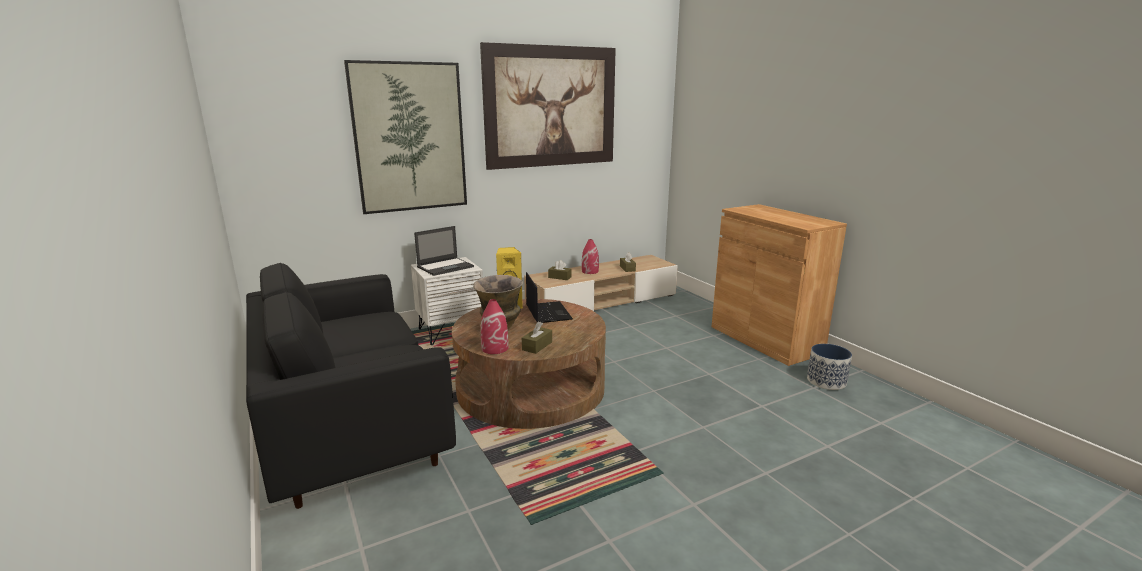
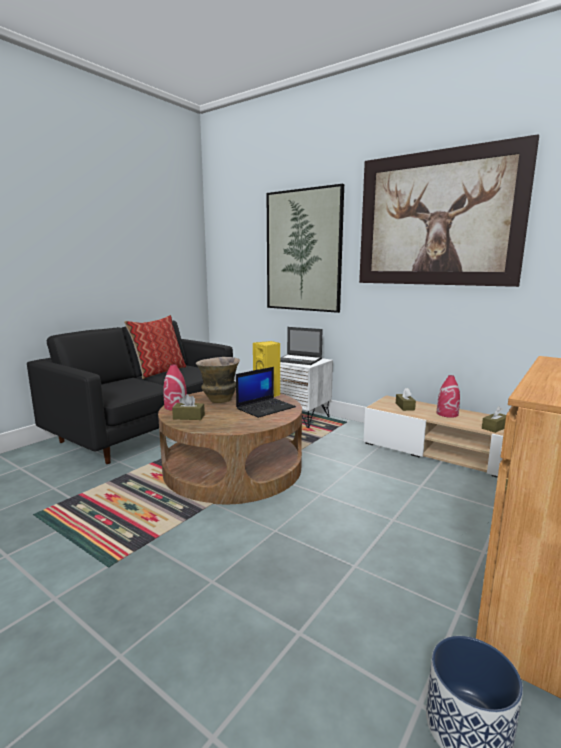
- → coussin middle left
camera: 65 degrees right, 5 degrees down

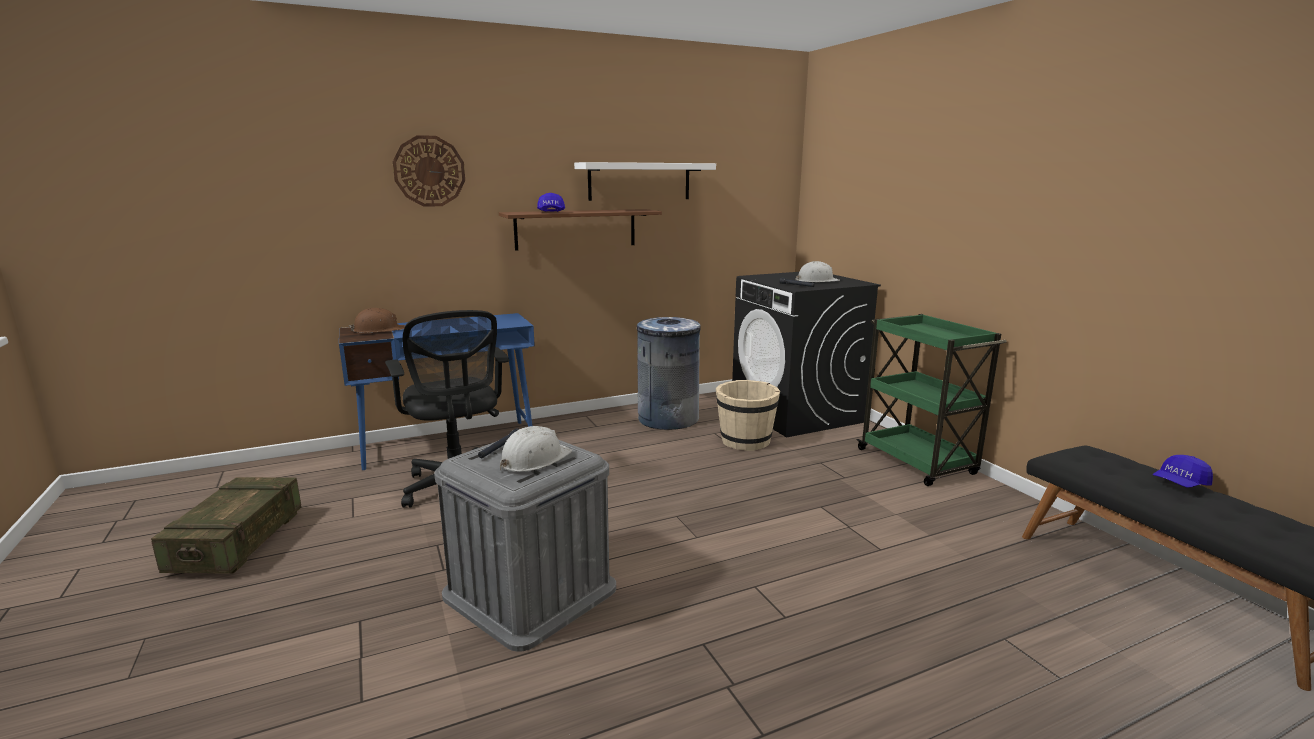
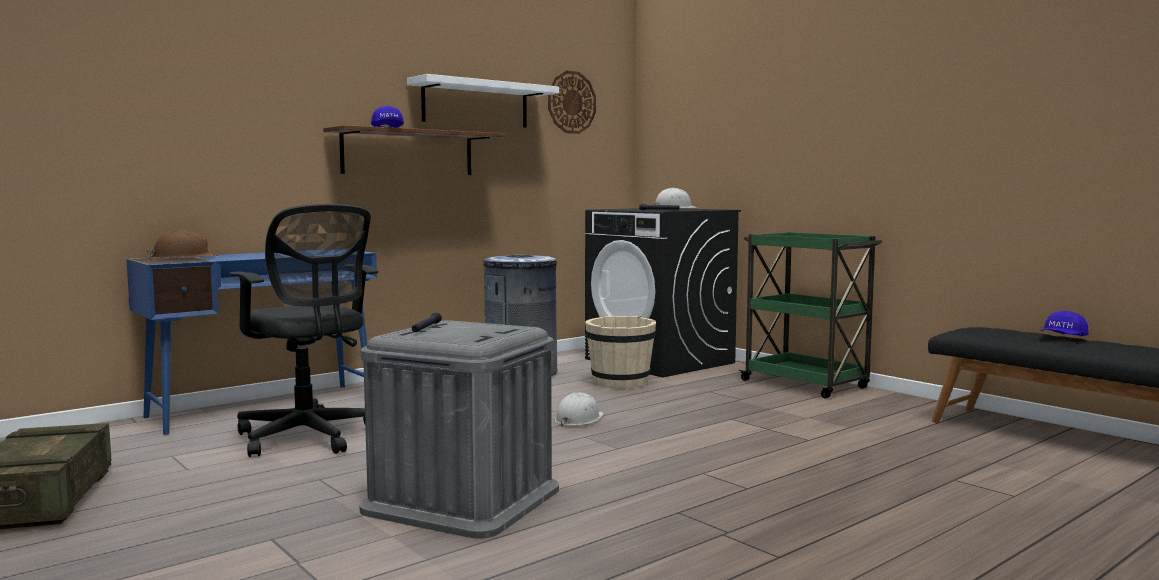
horloge murale top left → horloge murale top centre, shifted
casque de chantier/blanc (no. 1 from left) centre → casque de chantier/blanc (no. 1 from left) bottom centre, shifted
camera: 15 degrees left, 10 degrees down

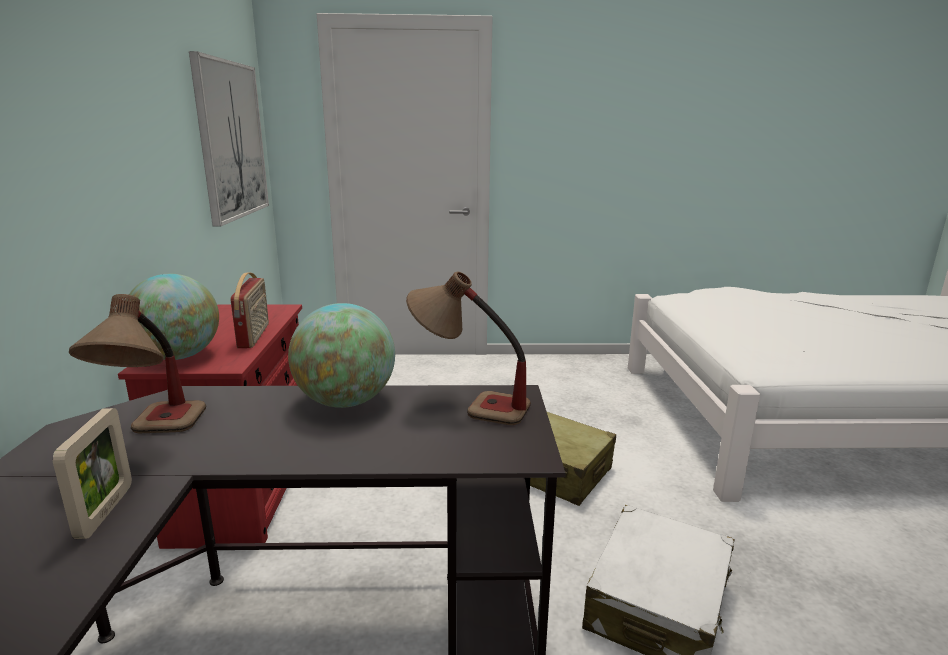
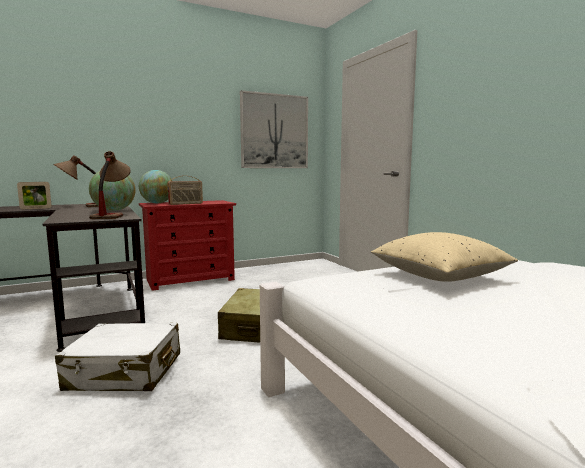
- → coussin/beige middle right
camera: 65 degrees right, 10 degrees down

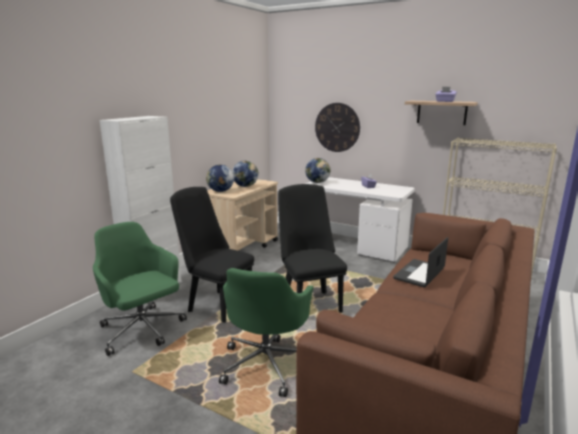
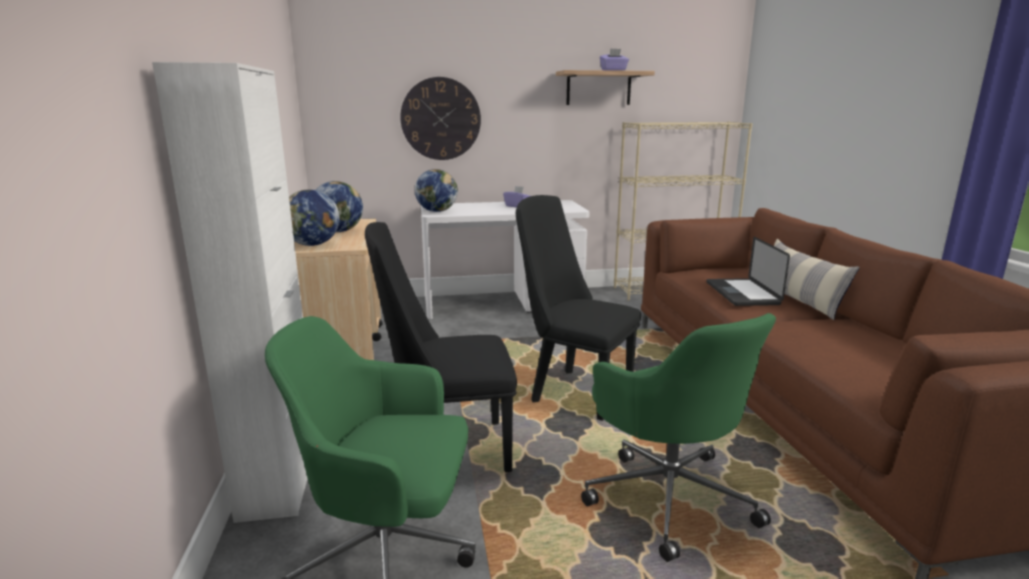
- → coussin middle right
camera: 40 degrees left, 0 degrees up

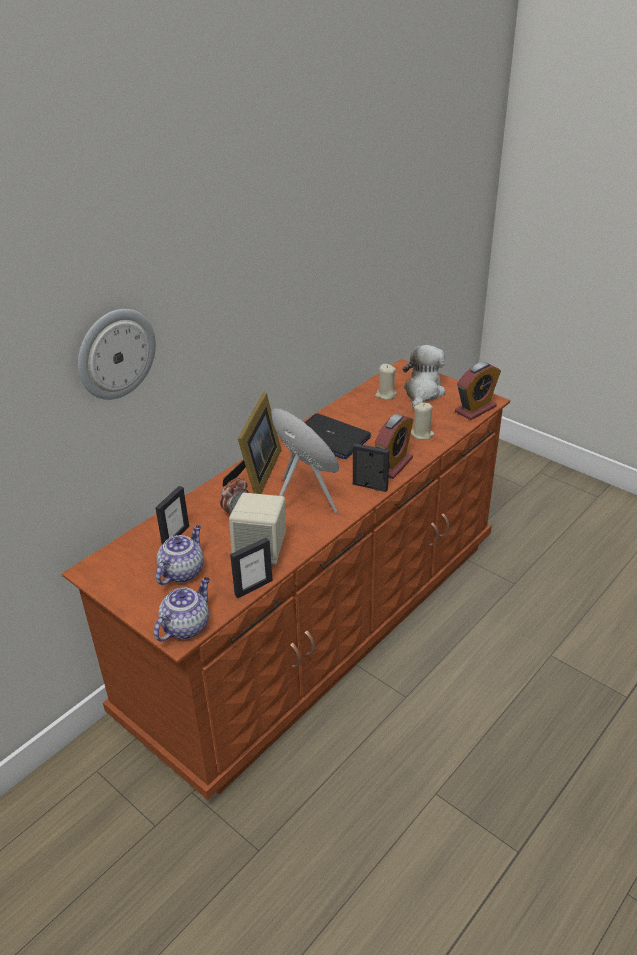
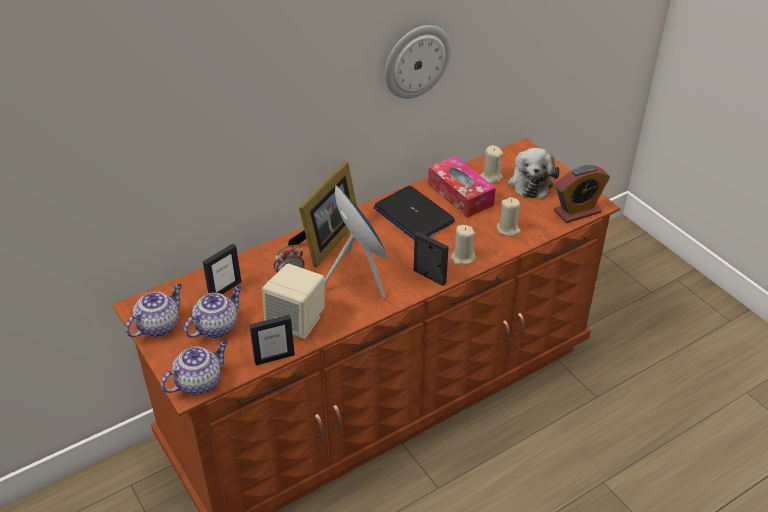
- → théière (no. 1 from left) middle left
- → boîte à mouchoirs centre
horloge murale middle left → horloge murale top centre, shifted
réveil (no. 2 from left) centre → bougie/beige (no. 1 from left) centre
peluche centre → peluche middle right, 150 degrees clockwise
camera: 15 degrees right, 5 degrees up

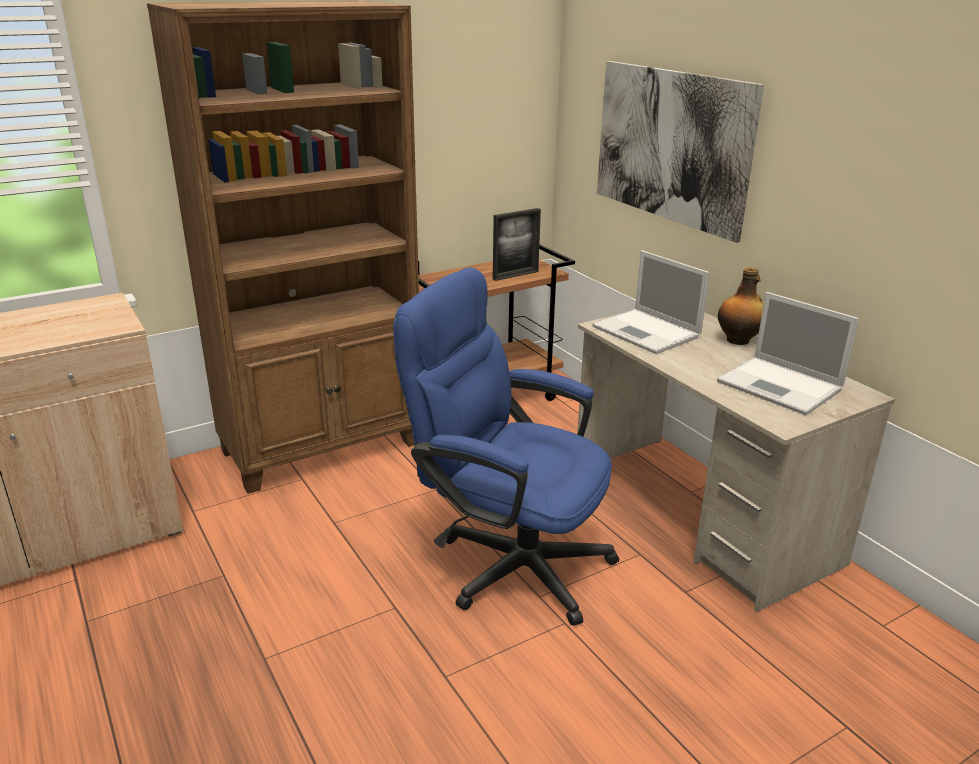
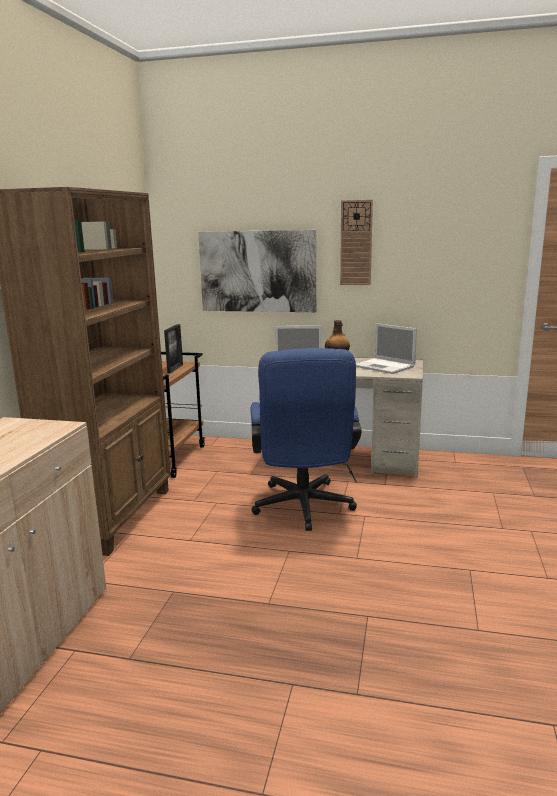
- → horloge murale top centre
chaise de bureau/bleu centre, 75 degrees counterclockwise
ordinateur portable (no. 2 from left) middle right, 45 degrees clockwise
camera: 45 degrees left, 10 degrees down

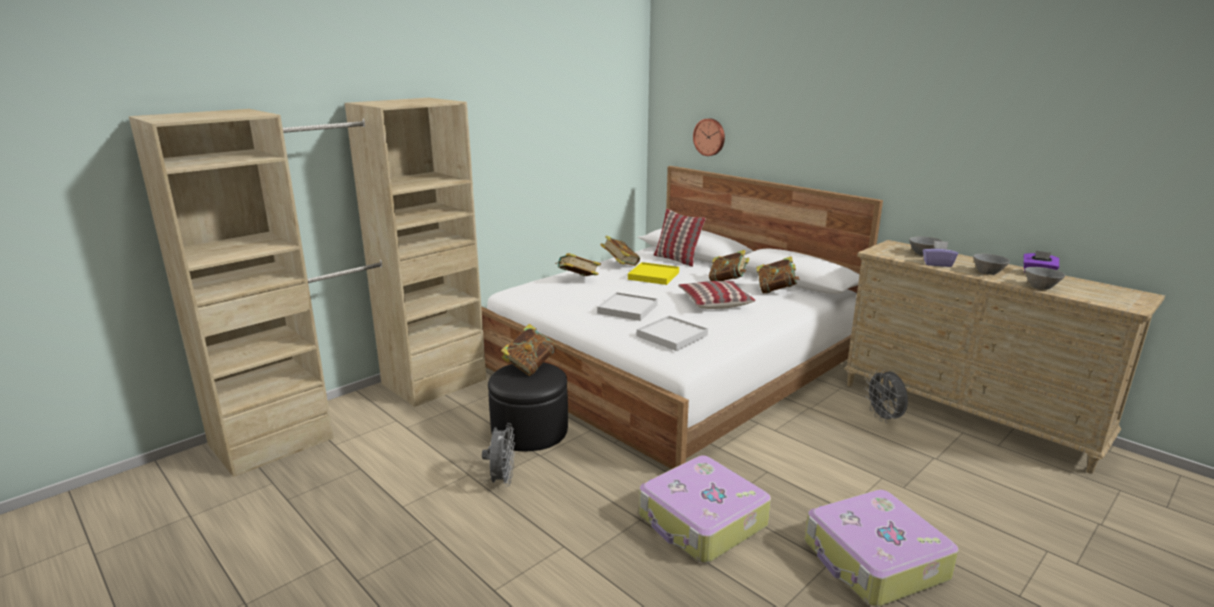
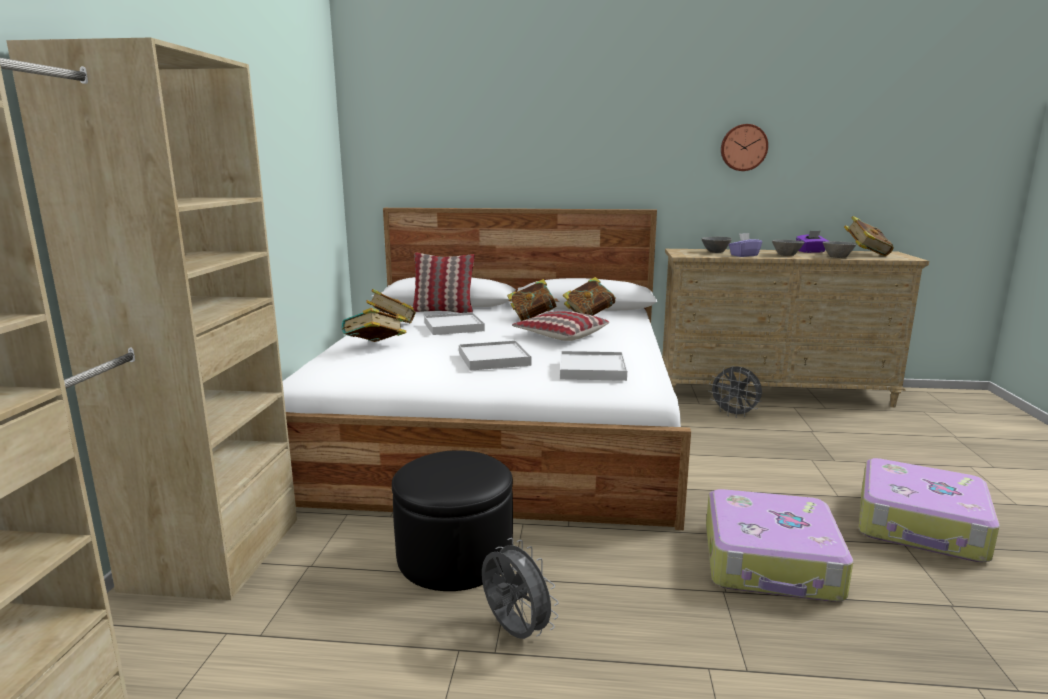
livre (no. 1 from left in the first image) centre → livre (no. 5 from left) middle right, shifted
horloge murale top centre → horloge murale top right, shifted
plateau/jaune centre → plateau/blanc (no. 1 from left) centre
camera: 40 degrees left, 5 degrees down

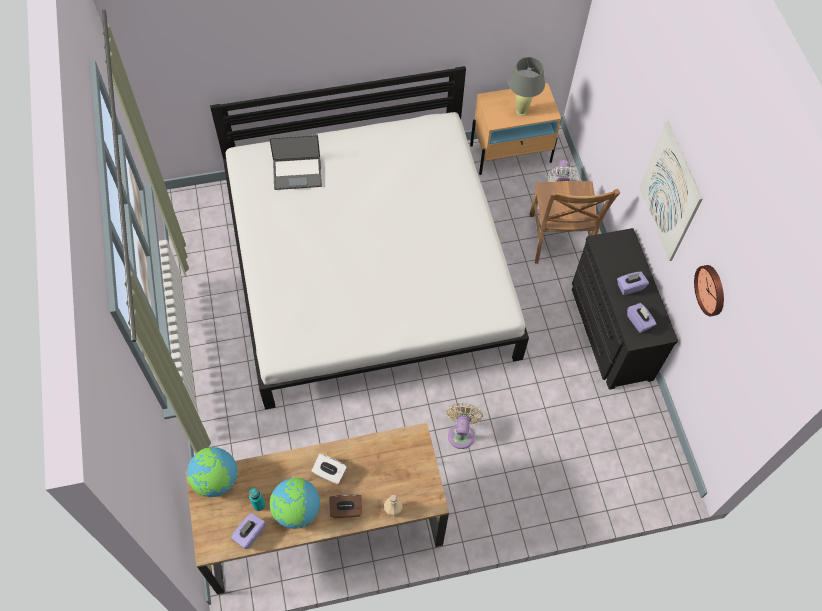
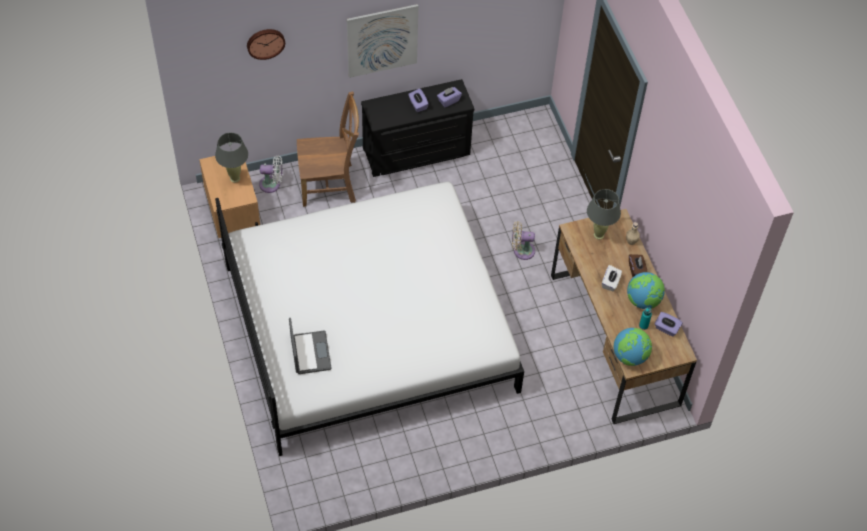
- → lampe de table/gris (no. 2 from left) middle right
horloge murale middle right → horloge murale top left, shifted
camera: 95 degrees left, 5 degrees down

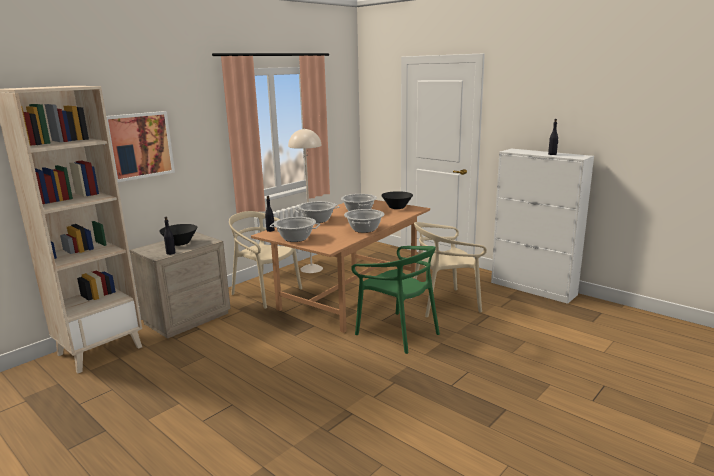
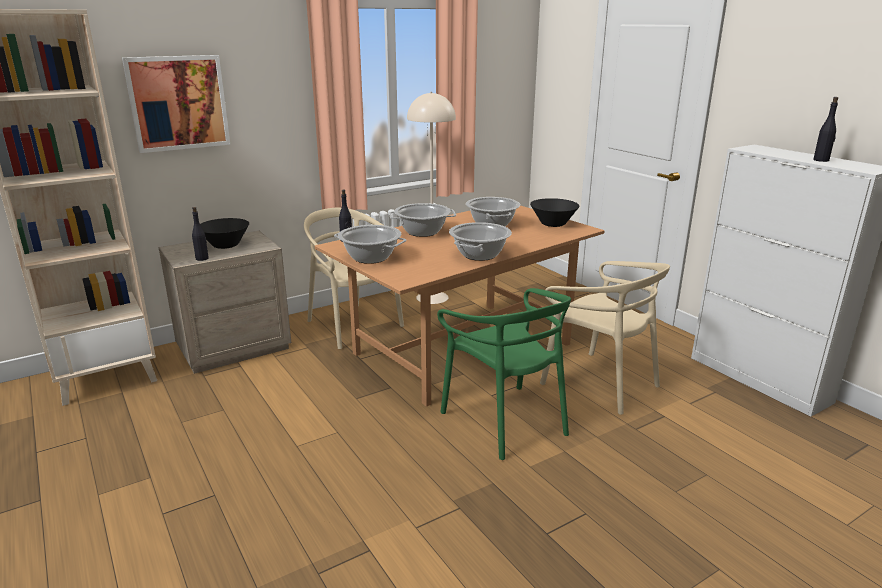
chaise/beige (no. 2 from left) centre → chaise/beige (no. 2 from left) middle right, 135 degrees counterclockwise
camera: 15 degrees right, 5 degrees up

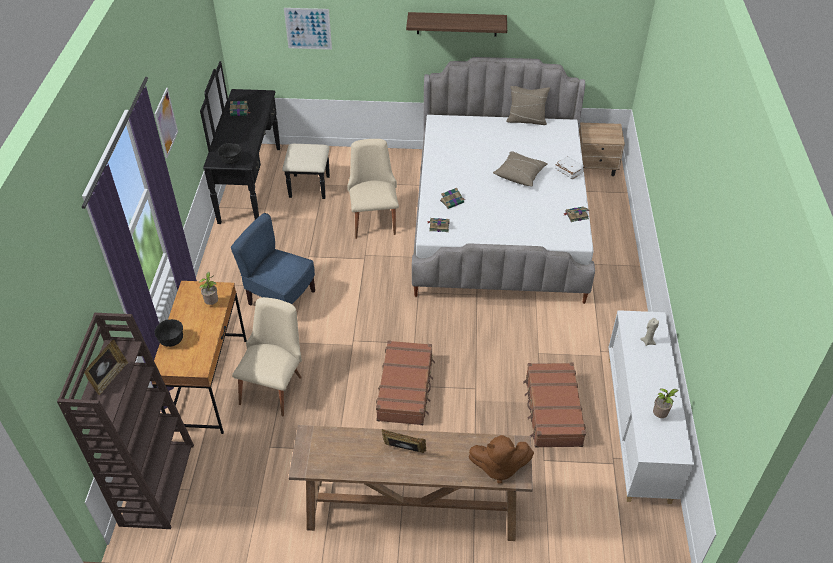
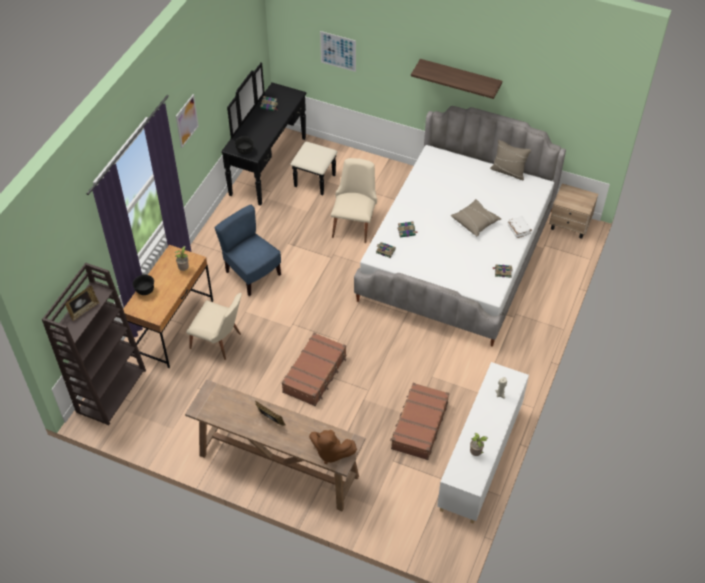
chaise/beige (no. 1 from left) middle left, 75 degrees clockwise
camera: 20 degrees right, 5 degrees up

